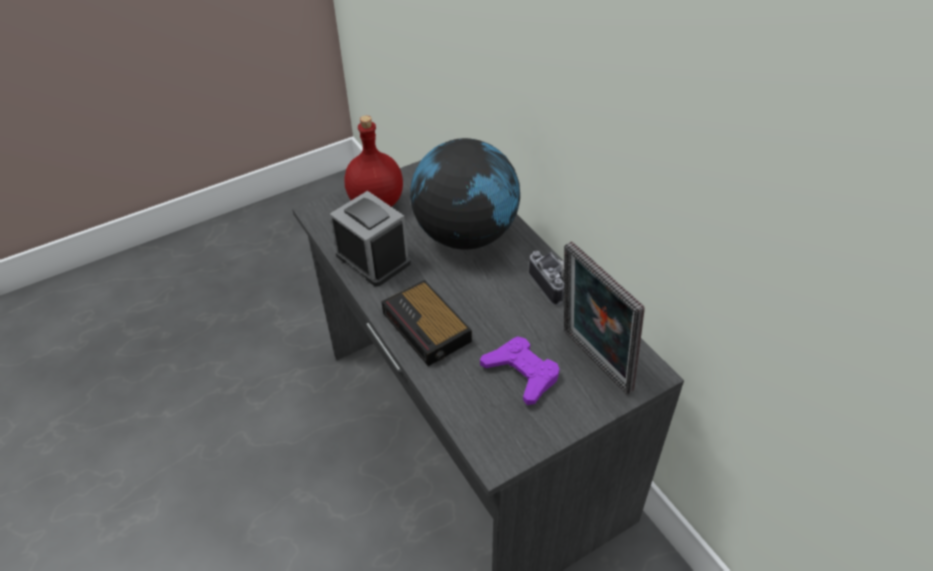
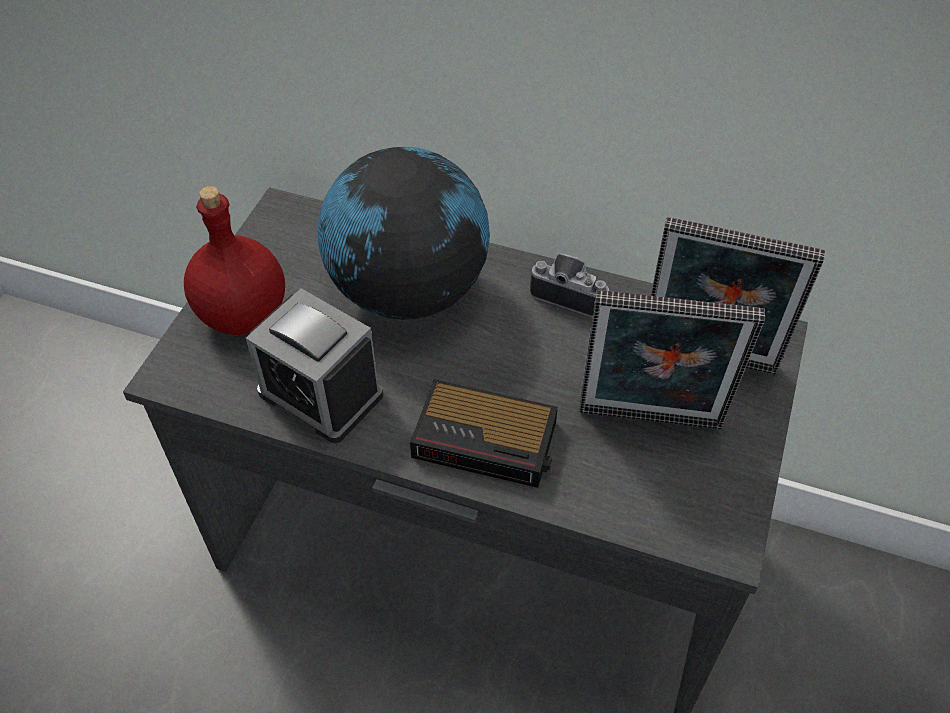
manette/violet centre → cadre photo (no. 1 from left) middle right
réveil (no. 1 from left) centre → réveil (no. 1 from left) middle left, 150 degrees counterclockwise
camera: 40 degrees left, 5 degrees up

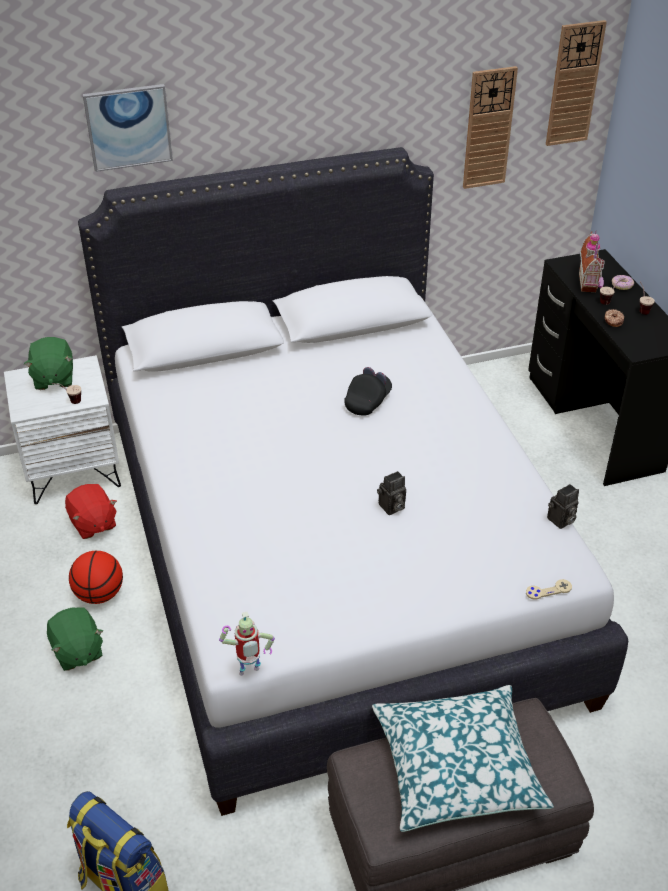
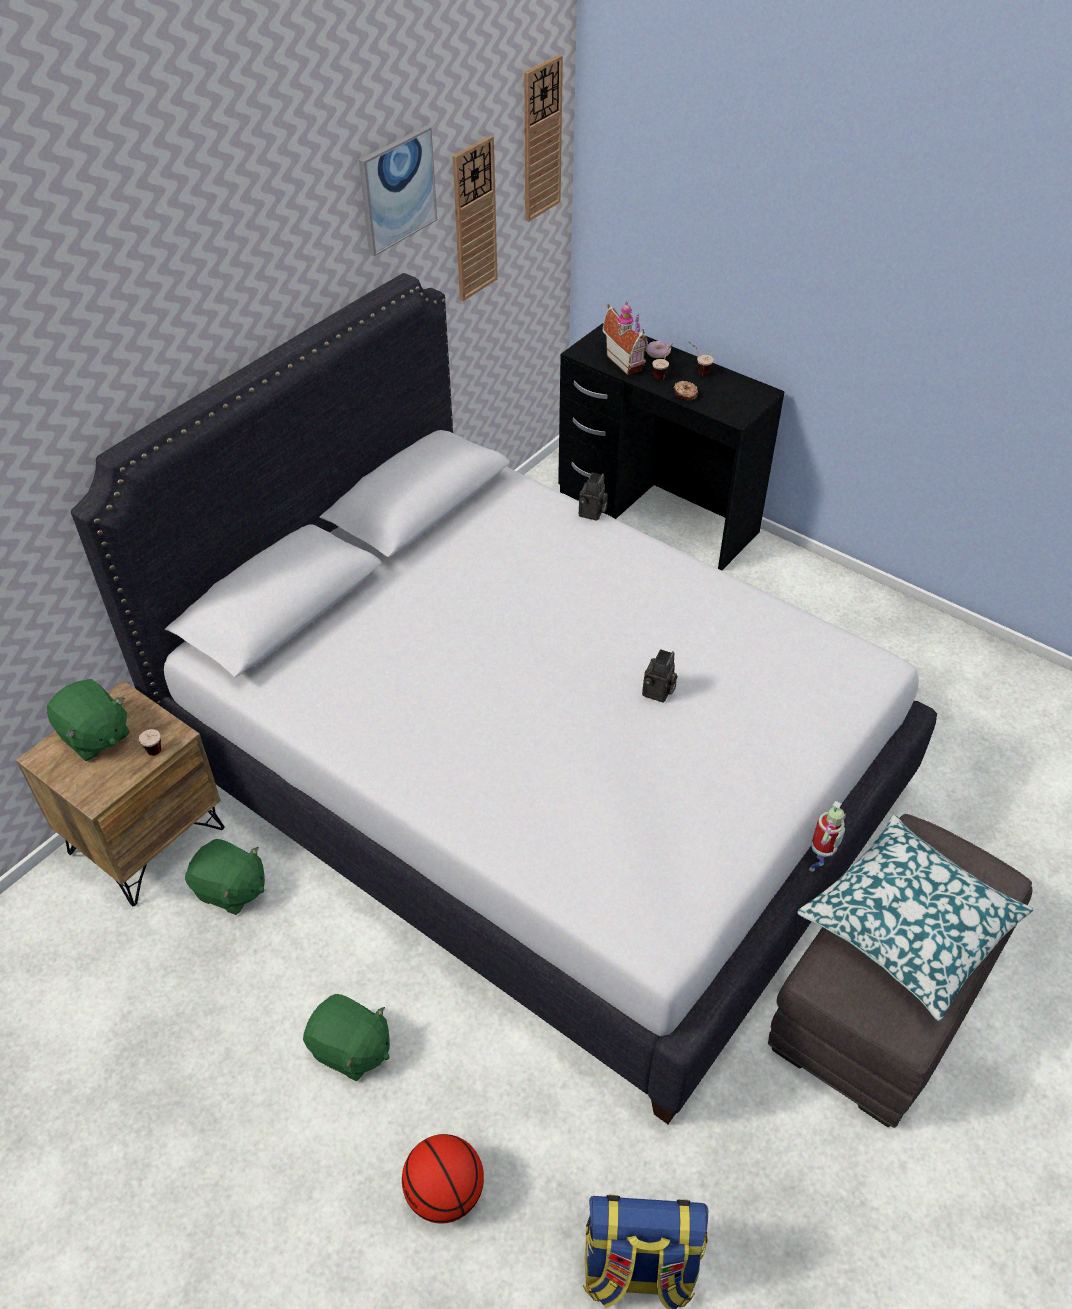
casquette/noir centre → -
manette/beige middle right → -
ballon de basket middle left → ballon de basket bottom centre, shifted
tableau top left → tableau top centre, shifted
robot jouet bottom centre → robot jouet middle right, shifted
appareil photo (no. 2 from left in the first image) middle right → appareil photo (no. 1 from left) centre, shifted
table de chevet/blanc middle left → table de chevet/marron middle left
peluche/rouge middle left → peluche/vert (no. 2 from left) bottom left
camera: 35 degrees left, 5 degrees up

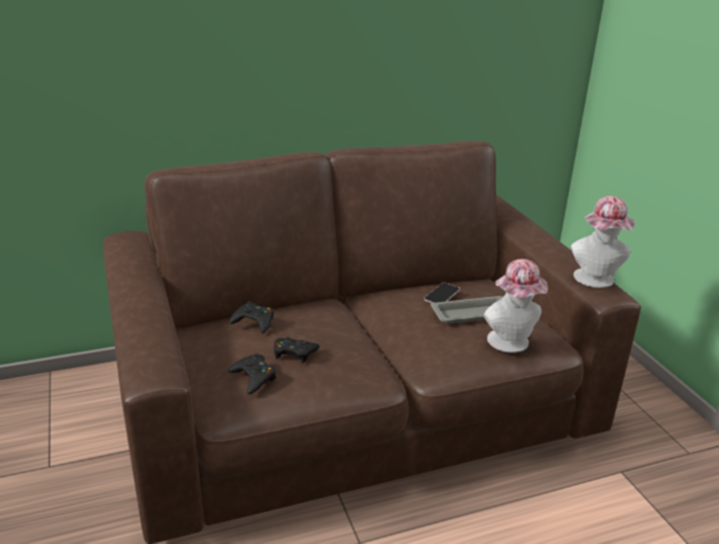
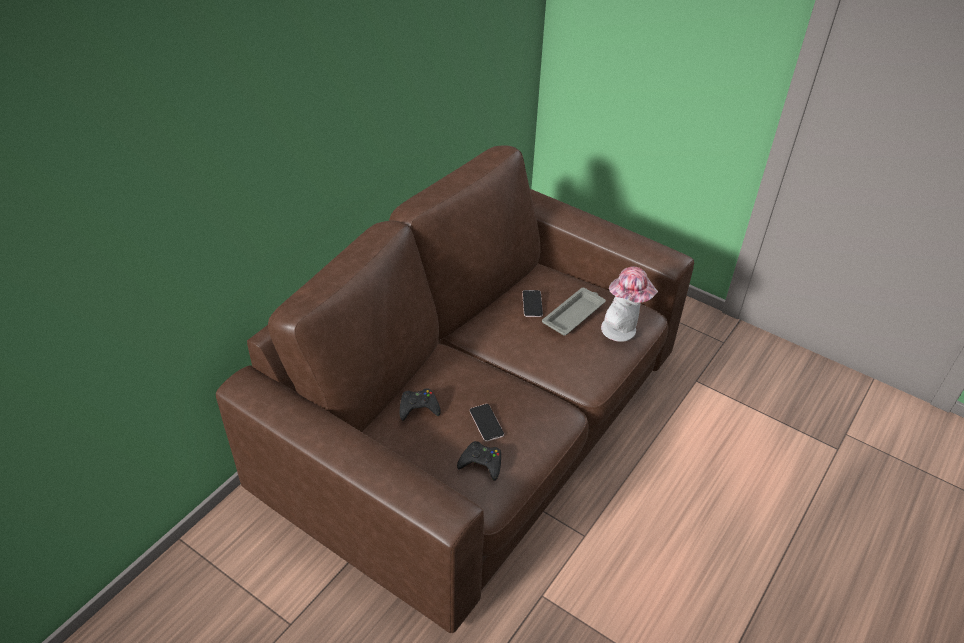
chapeau (no. 2 from left) middle right → -
manette/noir (no. 3 from left) centre → téléphone (no. 1 from left) centre
camera: 35 degrees left, 15 degrees up

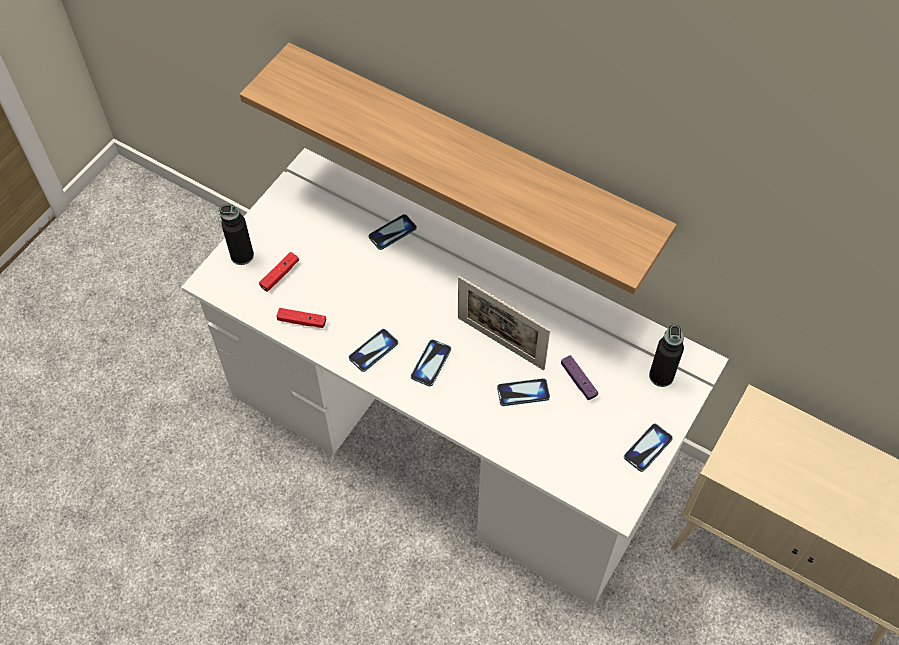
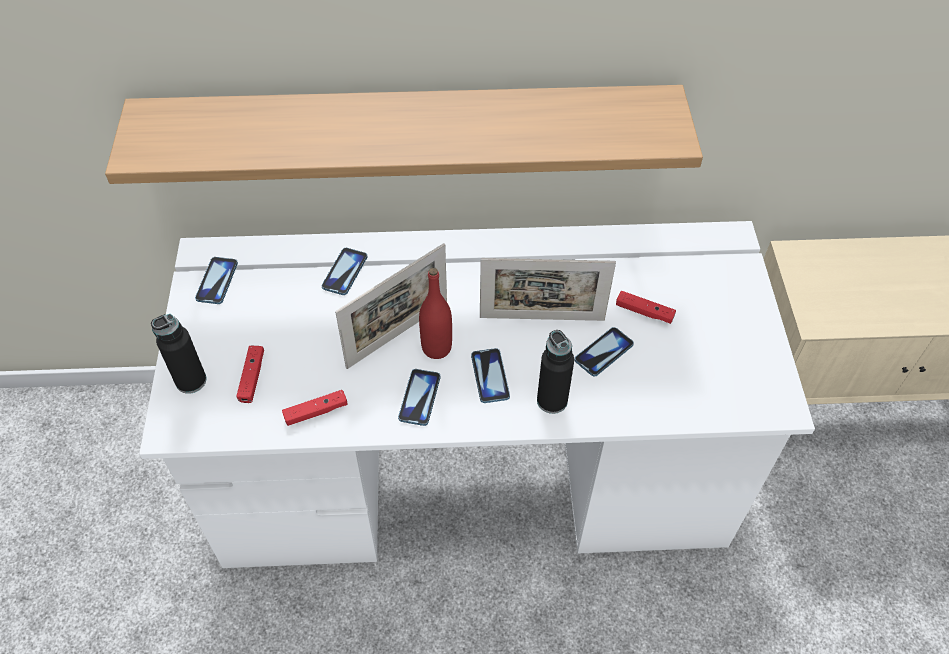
- → cadre photo (no. 1 from left) centre
- → bouteille/rouge centre
téléphone (no. 5 from left in the first image) bottom right → téléphone (no. 1 from left) middle left, shifted
bouteille/noir (no. 2 from left) middle right → bouteille/noir (no. 2 from left) centre, shifted
manette/violet centre → manette/rouge (no. 3 from left) middle right
camera: 35 degrees left, 5 degrees down

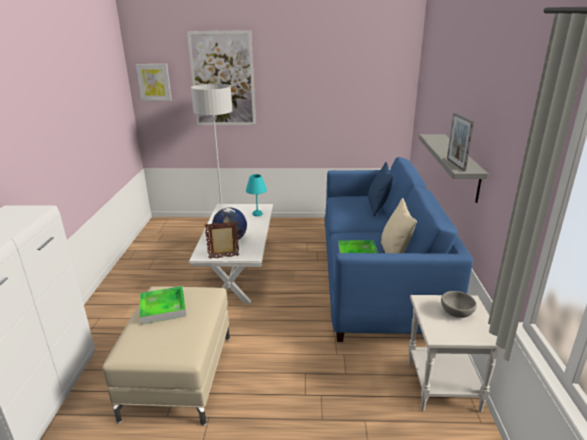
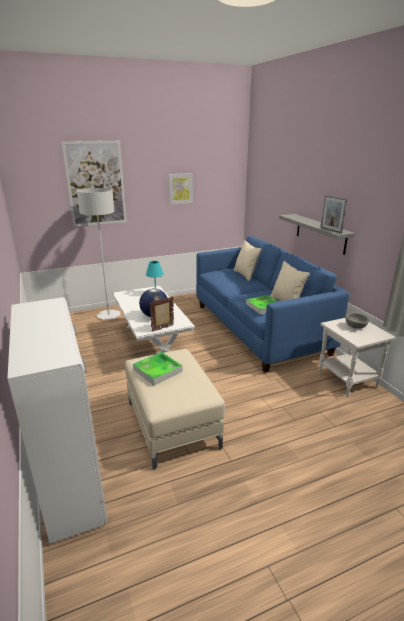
tableau (no. 1 from left in the first image) top left → tableau (no. 2 from left) top centre, shifted
coussin/bleu centre → coussin/beige (no. 1 from left) centre
camera: 25 degrees left, 0 degrees up

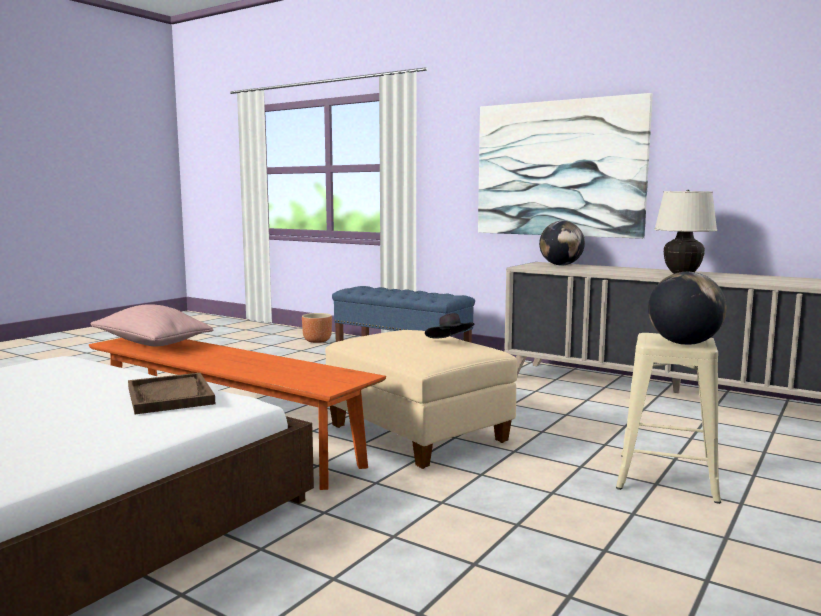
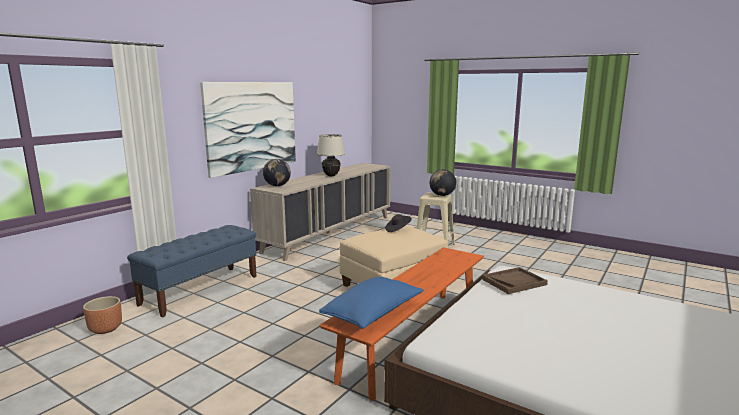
coussin/rose middle left → coussin/bleu bottom centre
camera: 90 degrees left, 5 degrees up

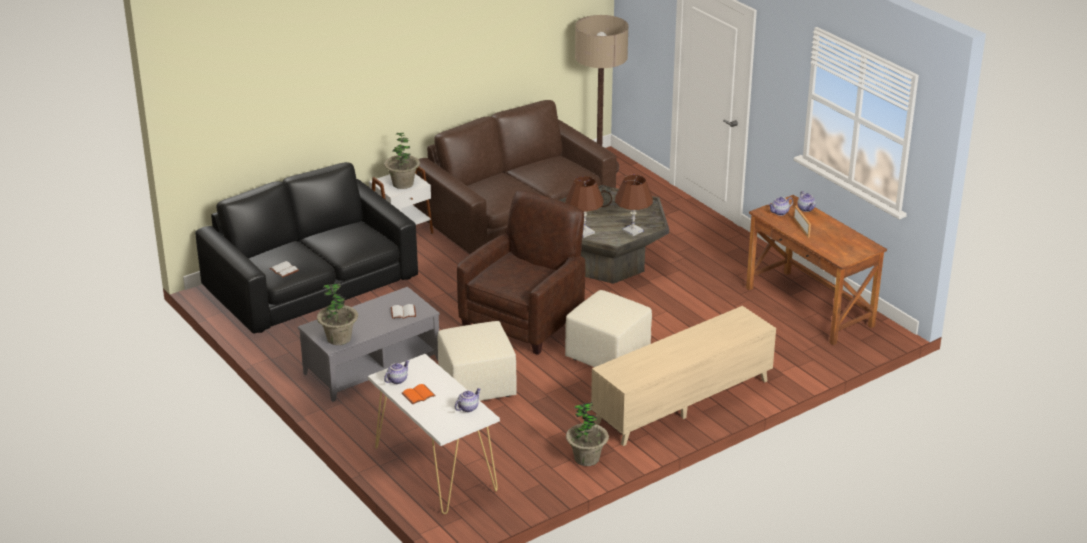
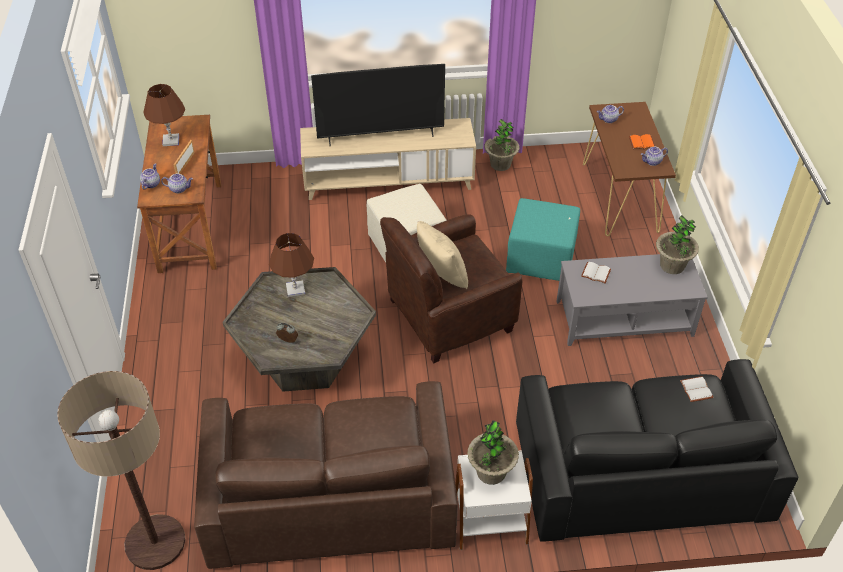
- → téléviseur top centre
- → coussin/beige centre
lampe de table/marron (no. 1 from left) centre → lampe de table/marron (no. 1 from left) top left, shifted
table console/blanc bottom centre → table console/marron top right
pouf/beige (no. 1 from left) centre → pouf/turquoise centre
camera: 150 degrees left, 15 degrees up

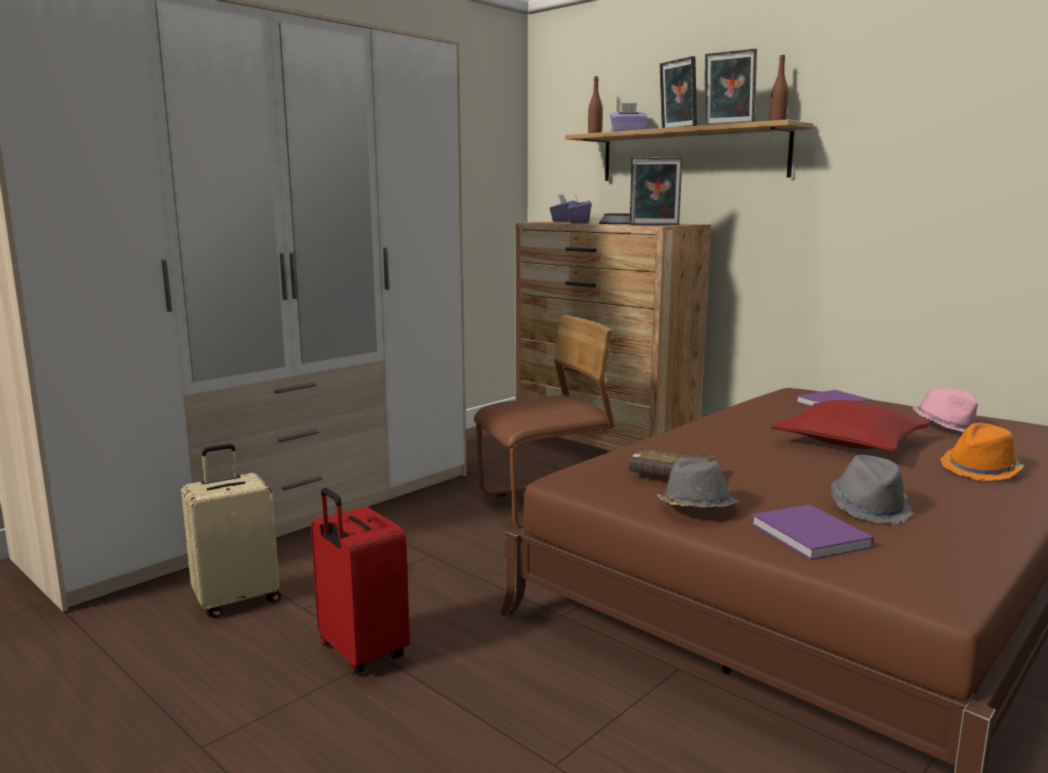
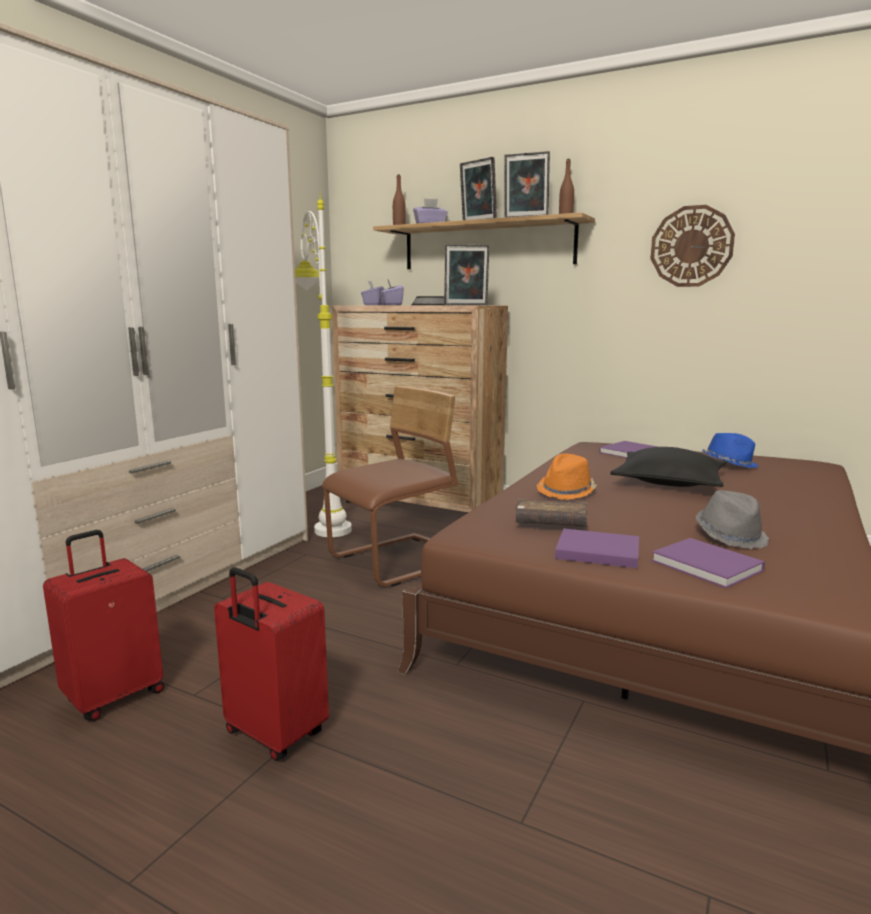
- → lampadaire/blanc centre
- → horloge murale top right
chapeau/orange middle right → chapeau/orange centre, shifted
chapeau/gris (no. 1 from left) centre → livre/violet (no. 1 from left) middle right
valise/beige bottom left → valise/rouge (no. 1 from left) bottom left
coussin/rouge middle right → coussin/noir middle right
chapeau/rose middle right → chapeau/bleu middle right
camera: 15 degrees left, 0 degrees up

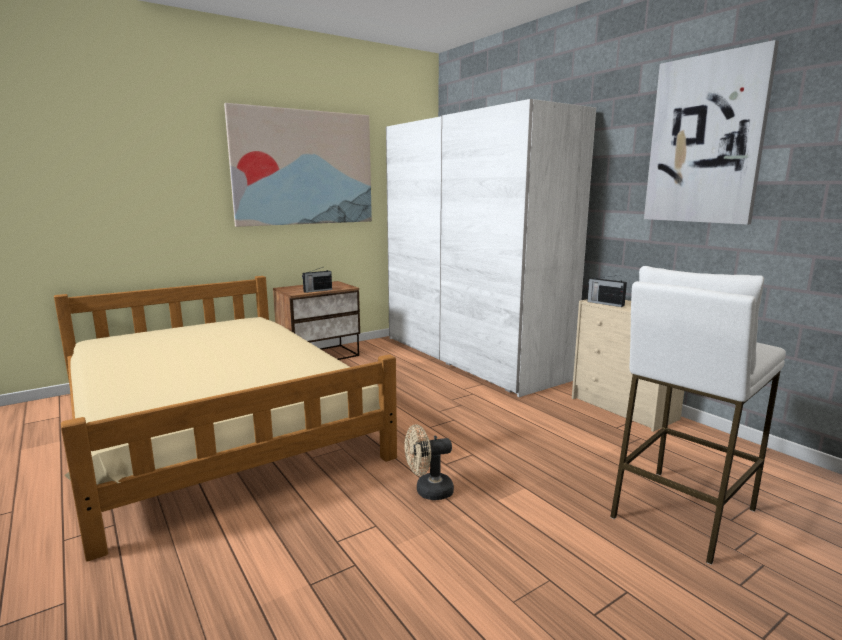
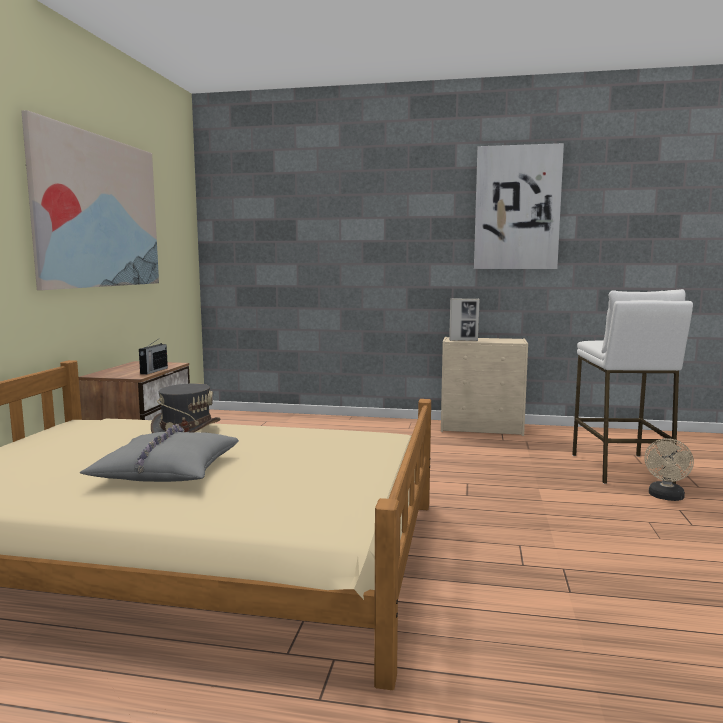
armoire/blanc centre → -
- → coussin/gris middle left
- → chapeau/gris middle left
ventilateur/beige bottom centre → ventilateur/beige middle right, shifted
radio (no. 2 from left) middle right → cadre photo centre
camera: 45 degrees left, 5 degrees down

